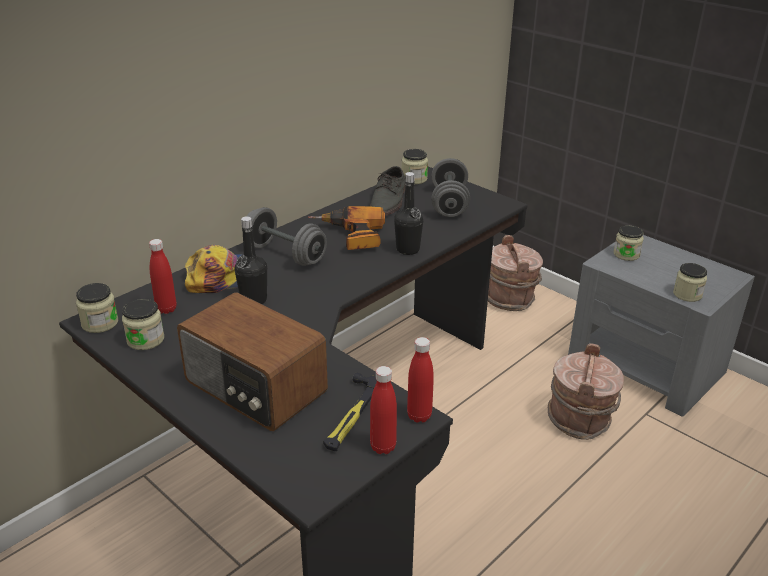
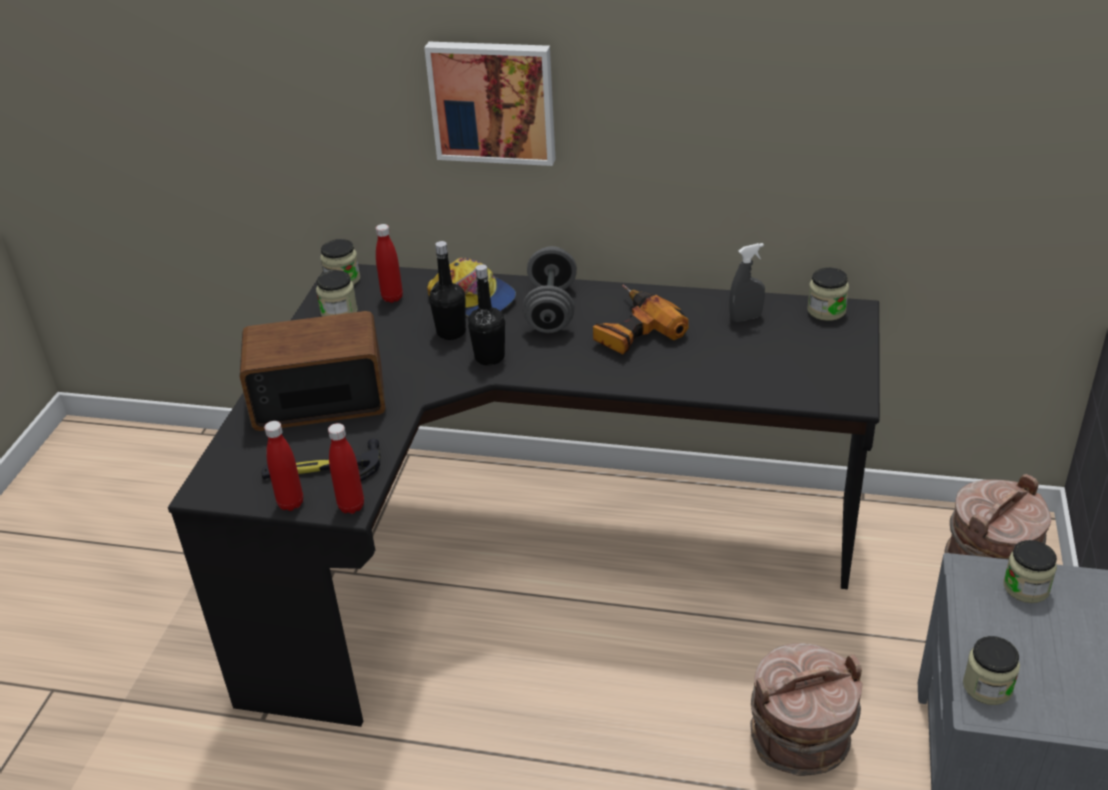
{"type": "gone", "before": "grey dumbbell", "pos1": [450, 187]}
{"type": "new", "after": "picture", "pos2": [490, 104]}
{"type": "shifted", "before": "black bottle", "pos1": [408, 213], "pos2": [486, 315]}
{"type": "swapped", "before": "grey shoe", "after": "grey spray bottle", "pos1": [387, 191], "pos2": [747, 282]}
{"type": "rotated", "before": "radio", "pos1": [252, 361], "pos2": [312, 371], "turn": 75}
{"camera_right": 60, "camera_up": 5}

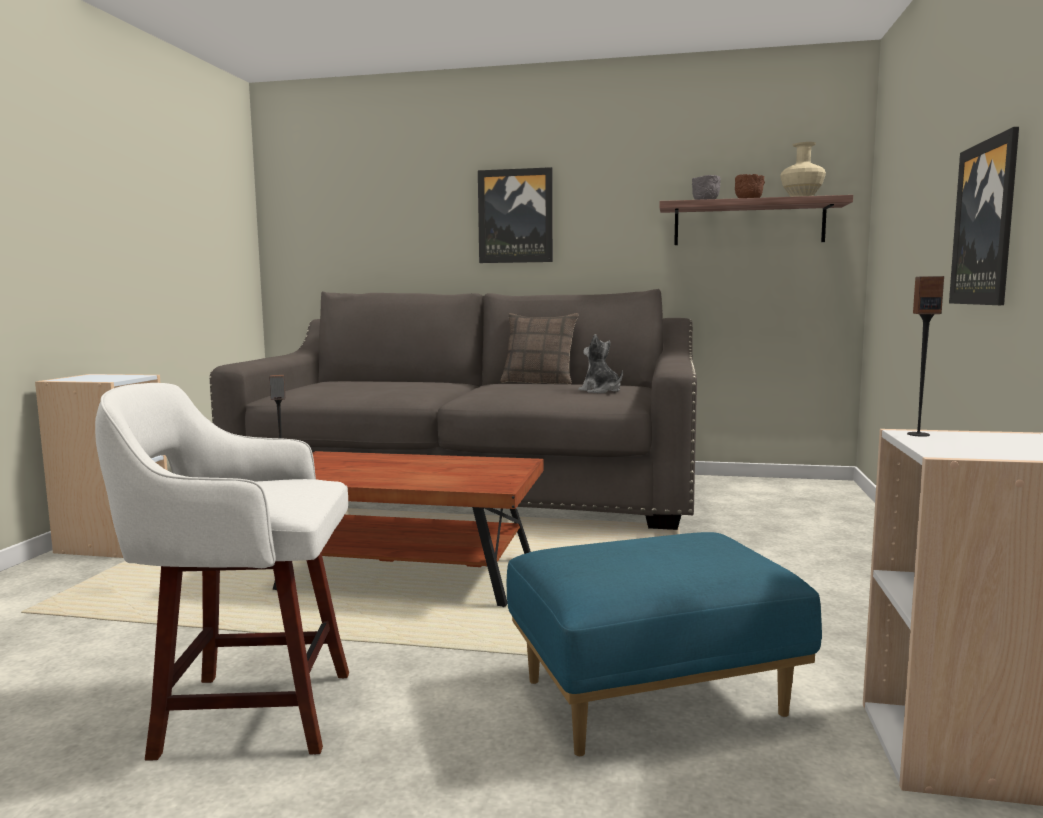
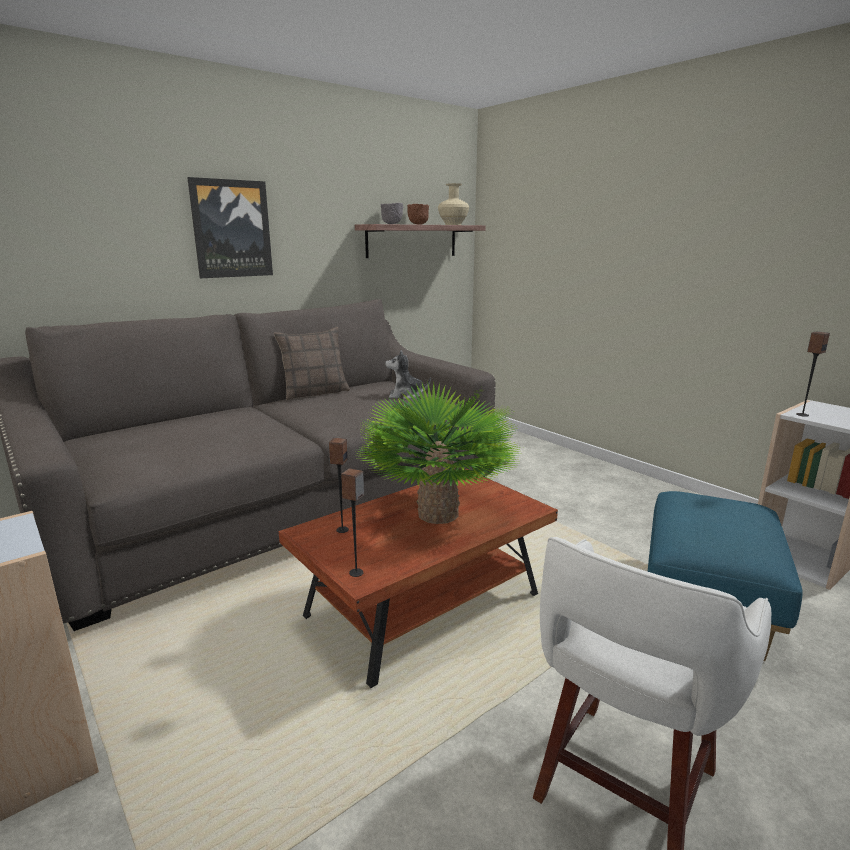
{"type": "gone", "before": "picture", "pos1": [984, 216]}
{"type": "new", "after": "speaker", "pos2": [339, 485]}
{"type": "new", "after": "potted plant", "pos2": [438, 453]}
{"camera_right": -50, "camera_up": 10}

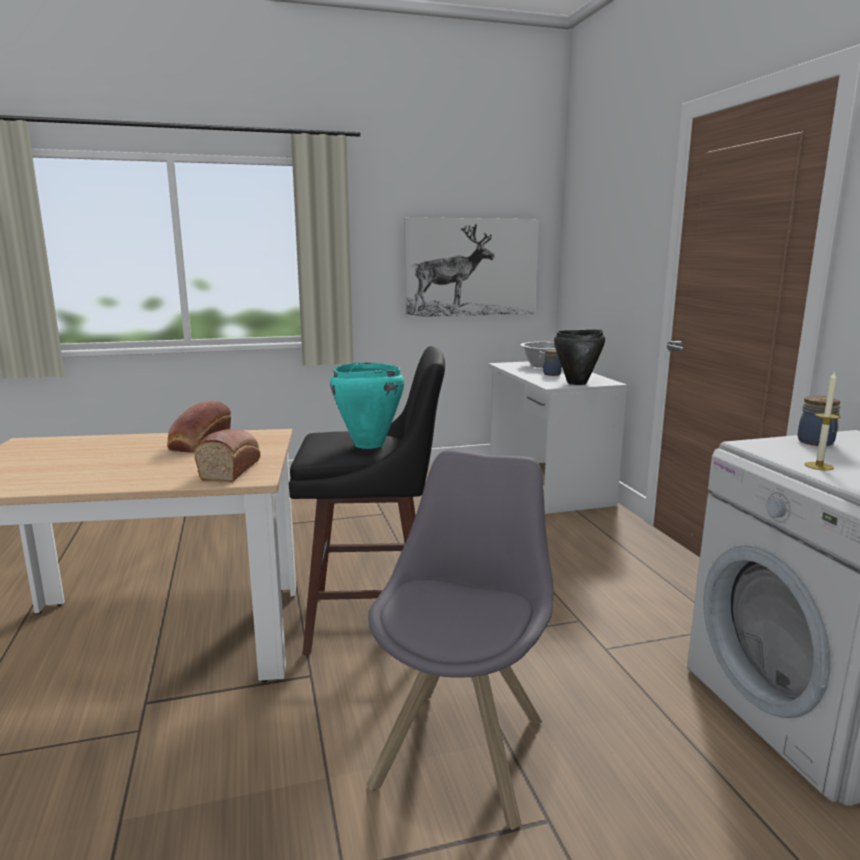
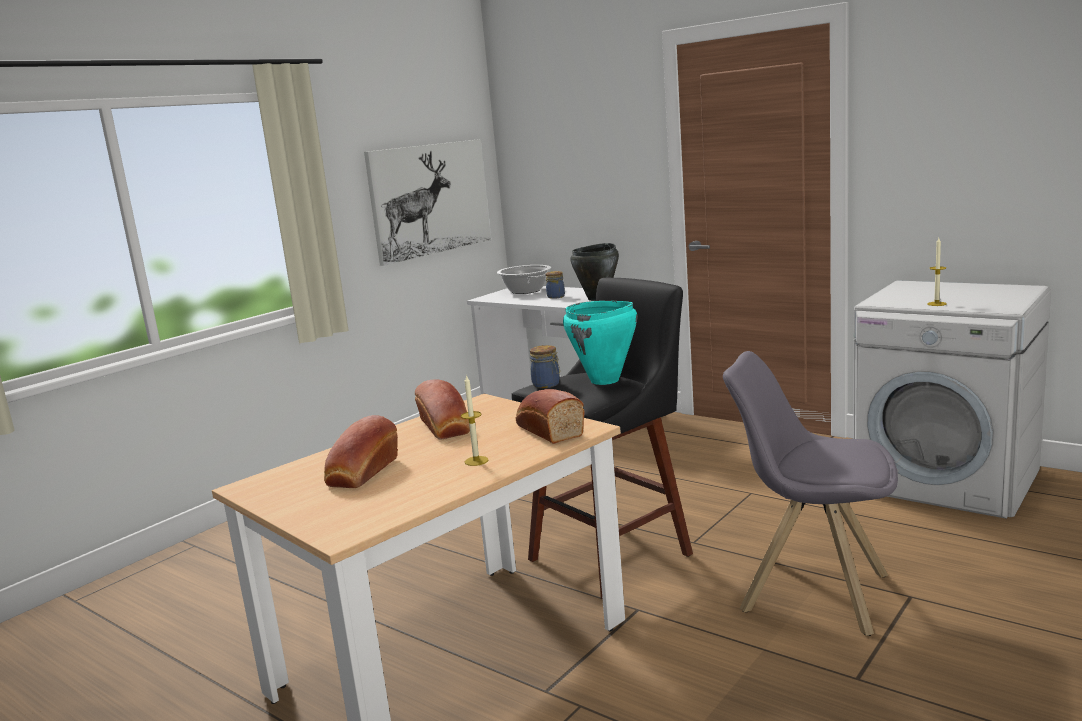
{"type": "new", "after": "bread", "pos2": [361, 451]}
{"type": "new", "after": "candle", "pos2": [475, 420]}
{"type": "shifted", "before": "jar", "pos1": [819, 421], "pos2": [545, 366]}
{"type": "rotated", "before": "grey chair", "pos1": [460, 640], "pos2": [810, 493], "turn": -45}
{"camera_right": -35, "camera_up": 0}

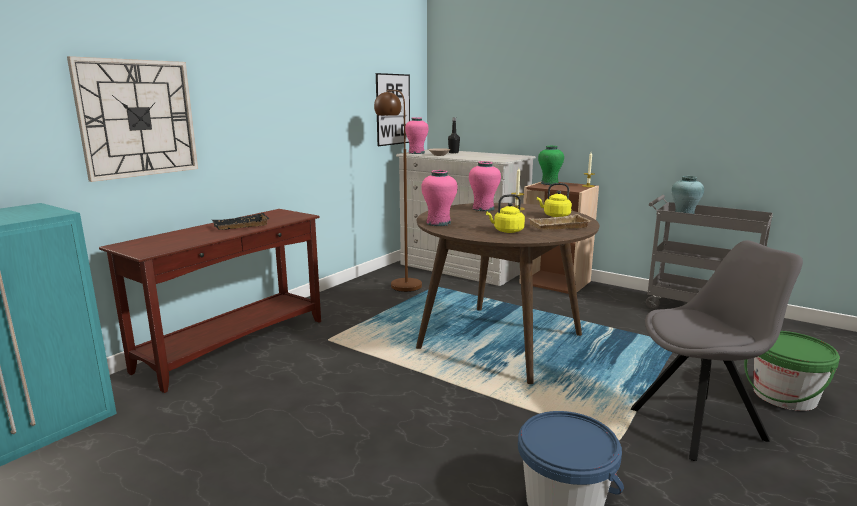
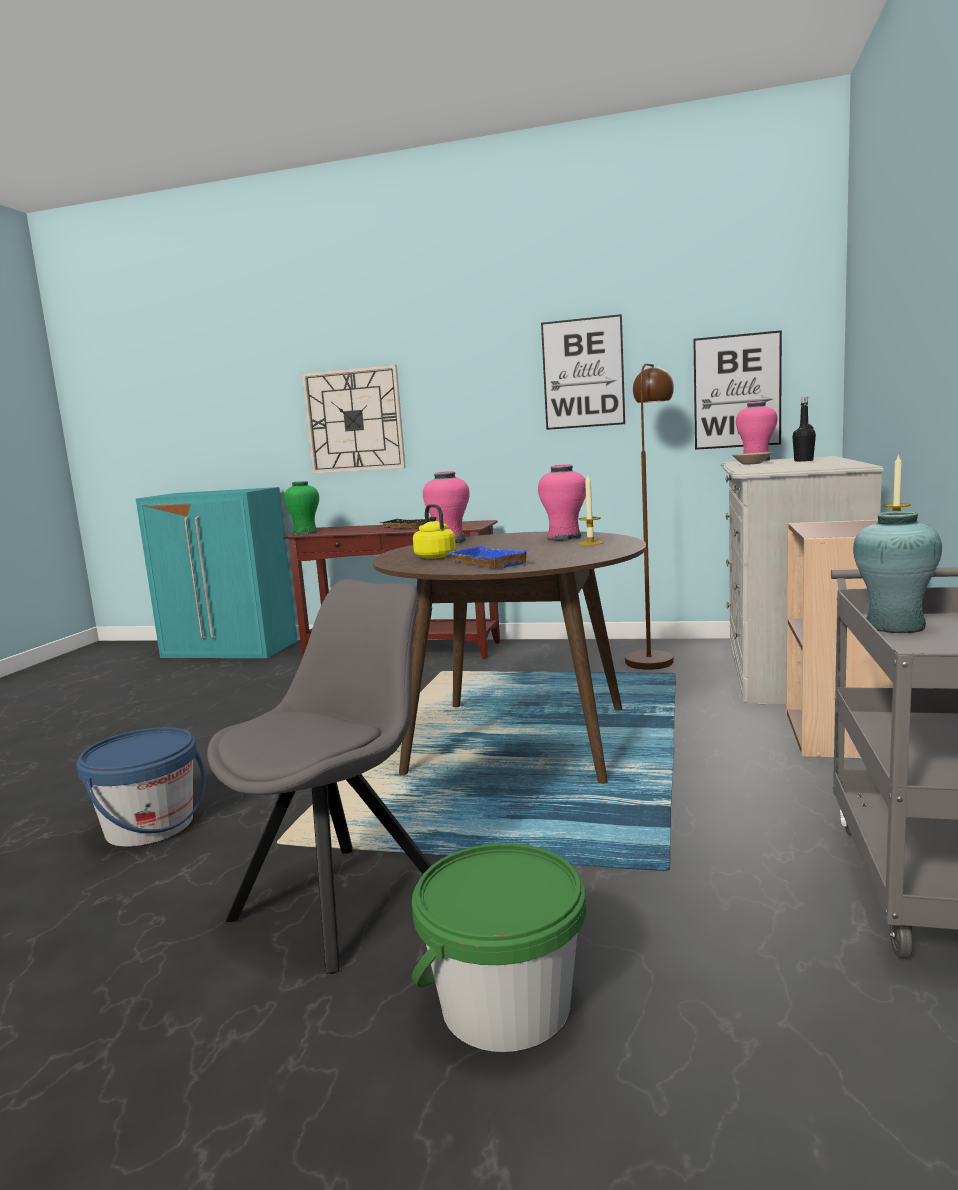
{"type": "gone", "before": "yellow kettle", "pos1": [554, 200]}
{"type": "new", "after": "picture", "pos2": [583, 372]}
{"type": "shifted", "before": "green vase", "pos1": [551, 165], "pos2": [301, 508]}
{"type": "repainted", "before": "beige tray", "after": "blue tray", "pos1": [559, 222], "pos2": [487, 557]}
{"type": "rotated", "before": "grey chair", "pos1": [717, 350], "pos2": [319, 776], "turn": -105}
{"camera_right": 70, "camera_up": -5}

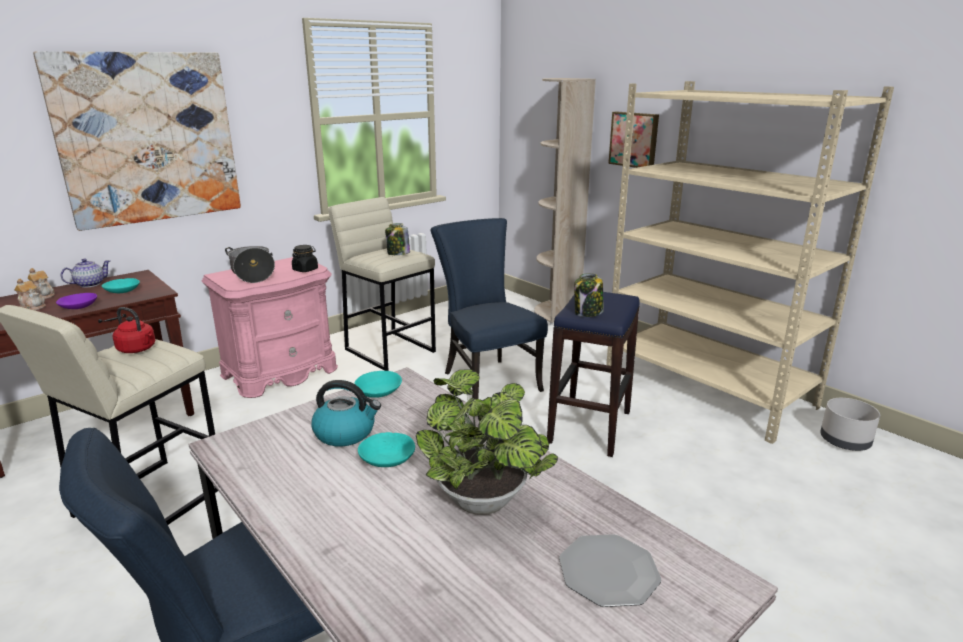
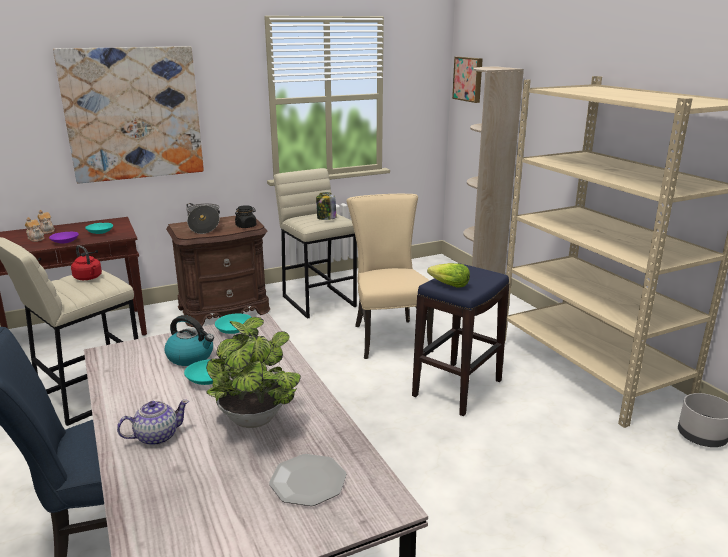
{"type": "shifted", "before": "teapot", "pos1": [85, 273], "pos2": [153, 422]}
{"type": "shifted", "before": "picture", "pos1": [633, 139], "pos2": [467, 80]}
{"type": "swapped", "before": "jar", "after": "lettuce", "pos1": [588, 295], "pos2": [448, 275]}
{"type": "repainted", "before": "pink nightstand", "after": "brown nightstand", "pos1": [269, 327], "pos2": [218, 271]}
{"type": "repainted", "before": "blue chair", "after": "beige chair", "pos1": [489, 308], "pos2": [390, 276]}
{"camera_right": 15, "camera_up": 0}

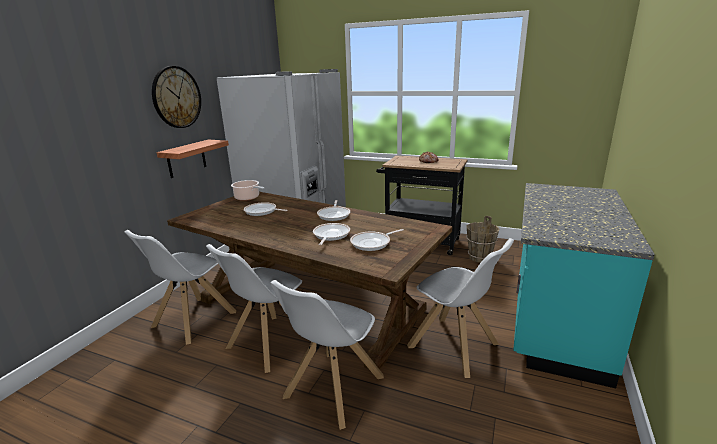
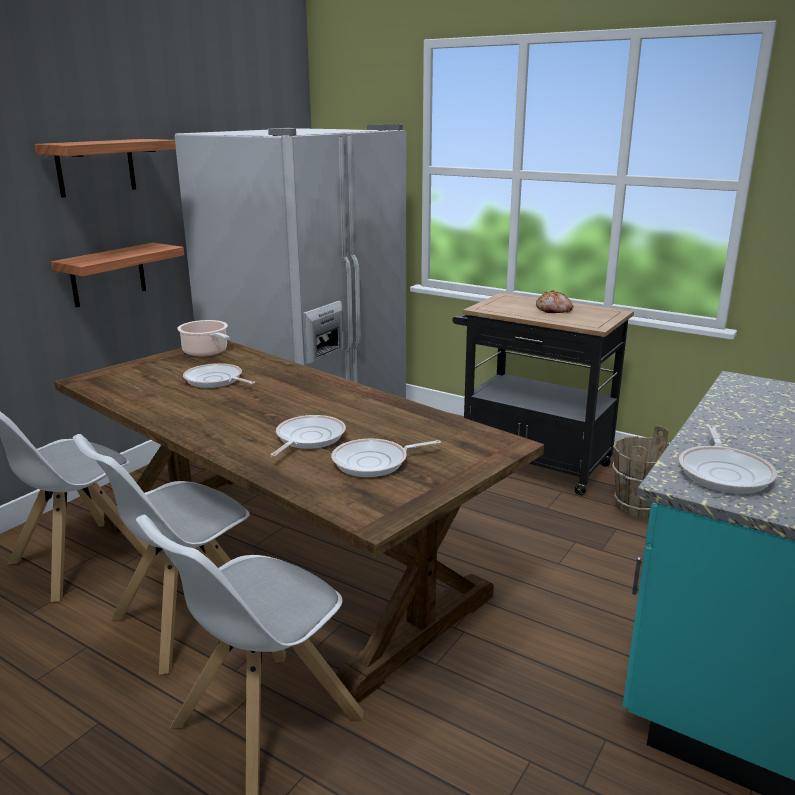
{"type": "gone", "before": "chair", "pos1": [460, 308]}
{"type": "shifted", "before": "frying pan", "pos1": [333, 210], "pos2": [728, 460]}
{"type": "swapped", "before": "wall clock", "after": "shelf", "pos1": [176, 97], "pos2": [105, 168]}
{"camera_right": 10, "camera_up": 0}

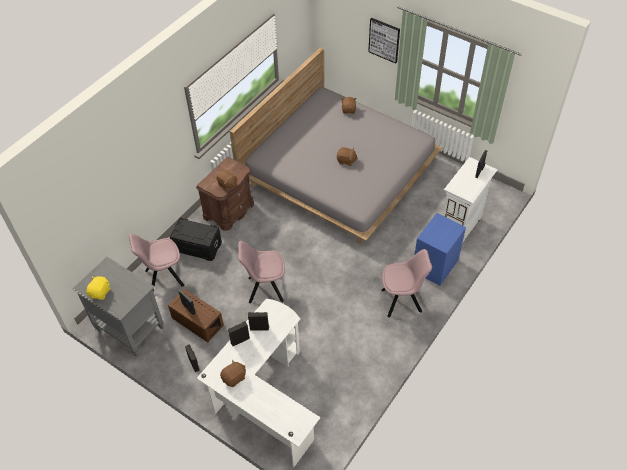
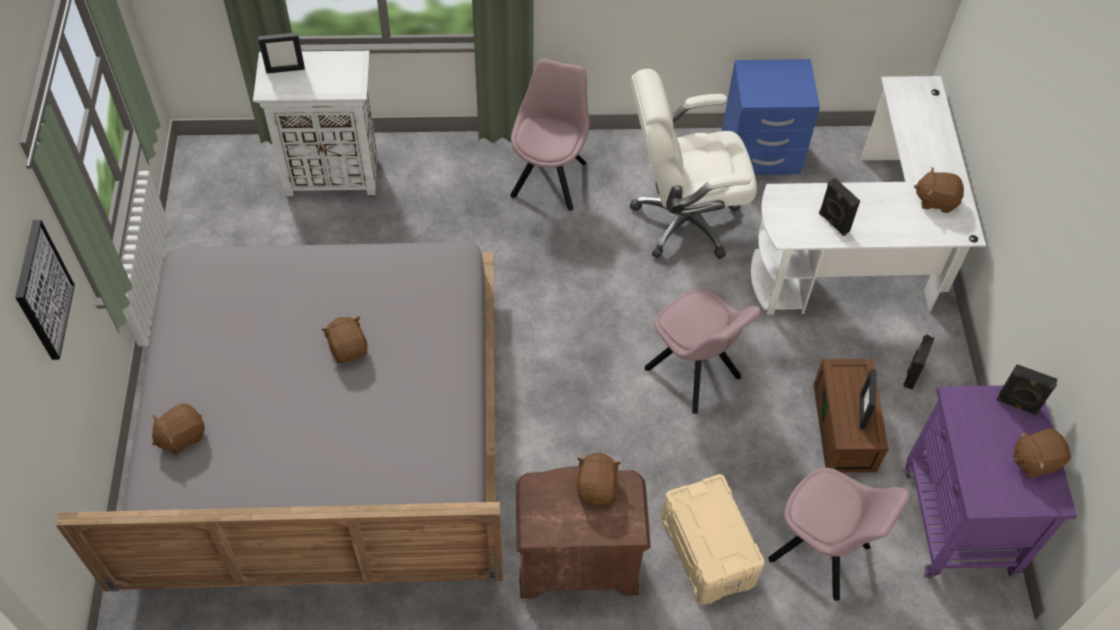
{"type": "new", "after": "white office chair", "pos2": [693, 164]}
{"type": "shifted", "before": "black speaker", "pos1": [239, 333], "pos2": [1027, 389]}
{"type": "shifted", "before": "blue nightstand", "pos1": [440, 249], "pos2": [771, 117]}
{"type": "repainted", "before": "grey cart", "after": "purple cart", "pos1": [118, 307], "pos2": [989, 482]}
{"type": "repainted", "before": "yellow plush toy", "after": "brown plush toy", "pos1": [98, 288], "pos2": [1042, 453]}
{"type": "repainted", "before": "black storage box", "after": "beige storage box", "pos1": [196, 239], "pos2": [713, 539]}
{"type": "rotated", "before": "pink chair", "pos1": [406, 283], "pos2": [549, 135], "turn": 60}
{"camera_right": -130, "camera_up": 5}

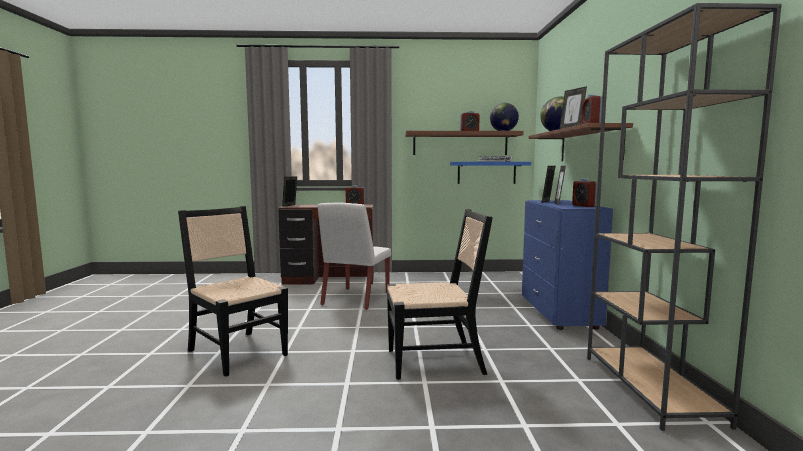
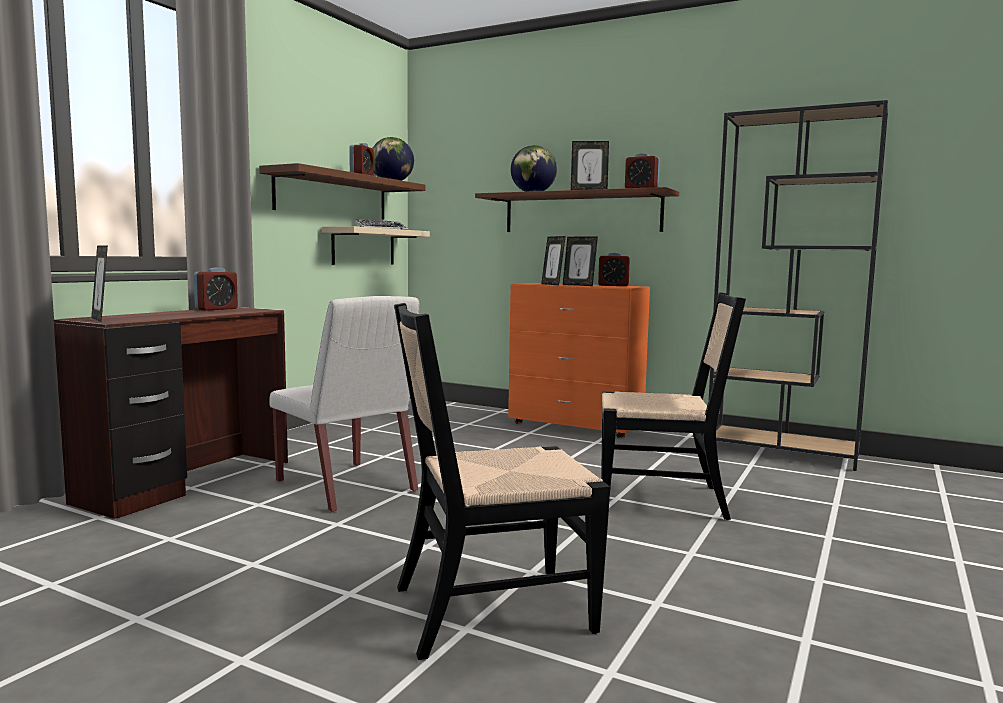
{"type": "repainted", "before": "blue shelf", "after": "beige shelf", "pos1": [490, 173], "pos2": [376, 245]}
{"type": "repainted", "before": "blue dresser", "after": "orange dresser", "pos1": [568, 265], "pos2": [579, 360]}
{"type": "rotated", "before": "chair", "pos1": [440, 294], "pos2": [673, 406], "turn": 75}
{"camera_right": -60, "camera_up": 0}

